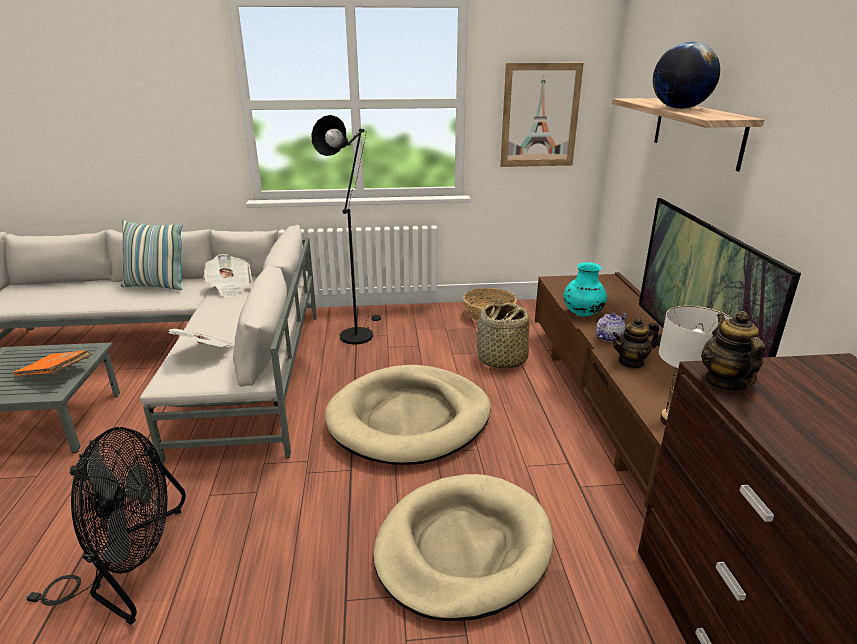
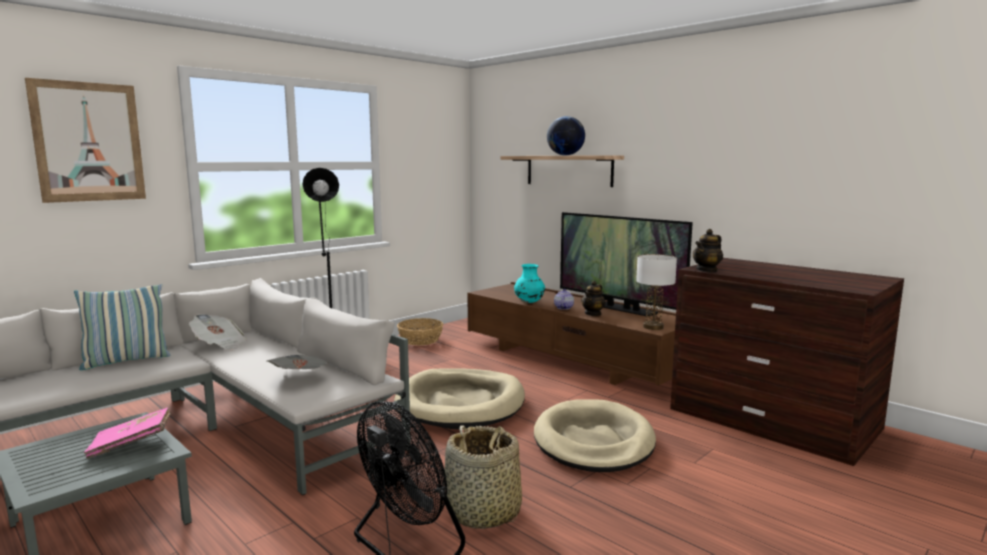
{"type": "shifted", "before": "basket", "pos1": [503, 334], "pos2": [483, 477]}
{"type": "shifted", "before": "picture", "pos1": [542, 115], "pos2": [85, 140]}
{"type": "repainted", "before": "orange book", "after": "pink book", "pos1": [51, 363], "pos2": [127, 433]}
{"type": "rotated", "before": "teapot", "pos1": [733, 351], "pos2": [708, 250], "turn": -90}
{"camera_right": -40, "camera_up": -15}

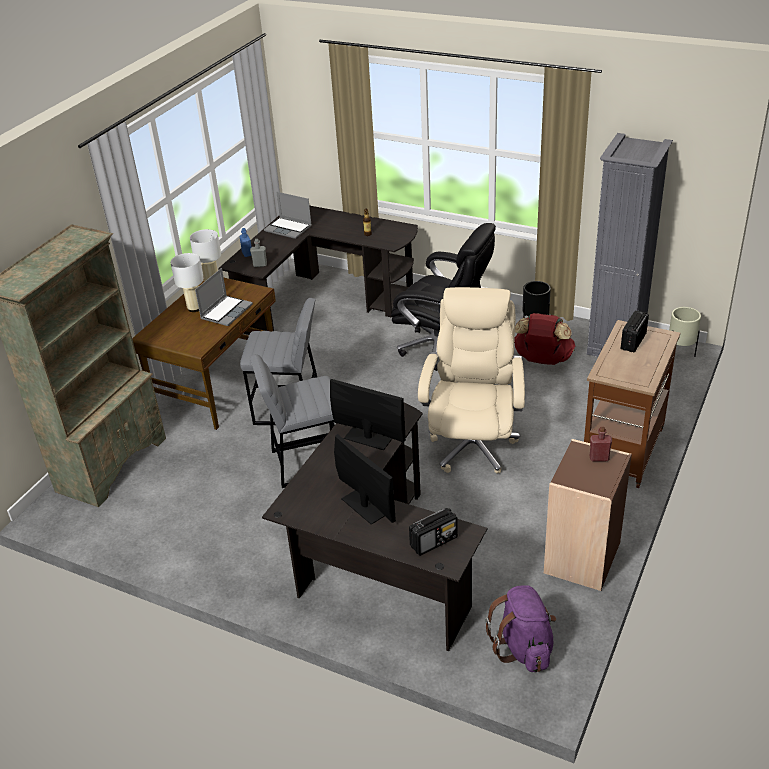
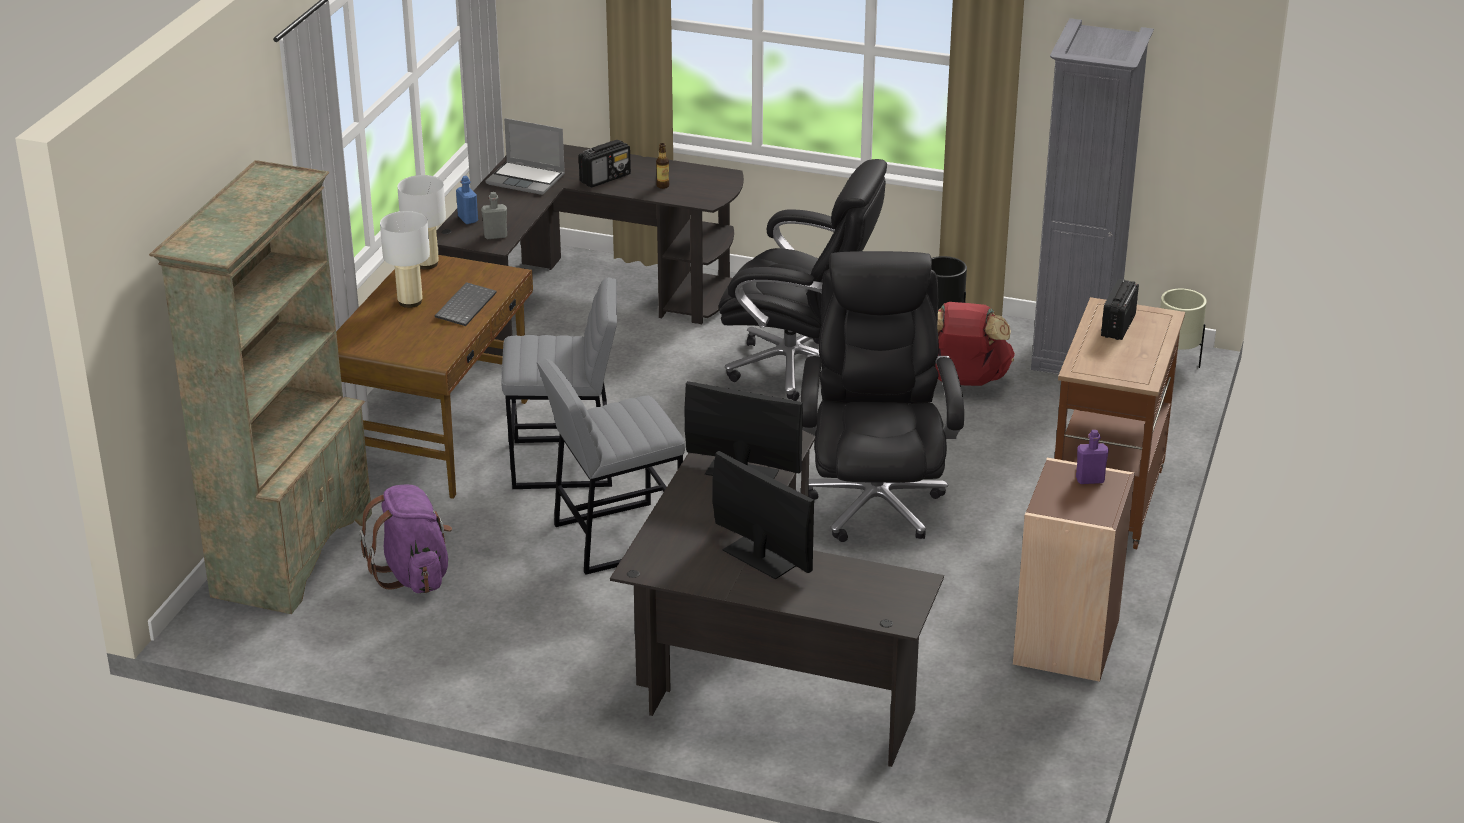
{"type": "shifted", "before": "radio", "pos1": [433, 532], "pos2": [605, 164]}
{"type": "shifted", "before": "purple backpack", "pos1": [520, 628], "pos2": [405, 539]}
{"type": "swapped", "before": "laptop", "after": "keyboard", "pos1": [224, 297], "pos2": [466, 304]}
{"type": "repainted", "before": "beige office chair", "after": "black office chair", "pos1": [471, 380], "pos2": [882, 396]}
{"type": "repainted", "before": "red bottle", "after": "purple bottle", "pos1": [601, 443], "pos2": [1092, 457]}
{"camera_right": -10, "camera_up": -5}

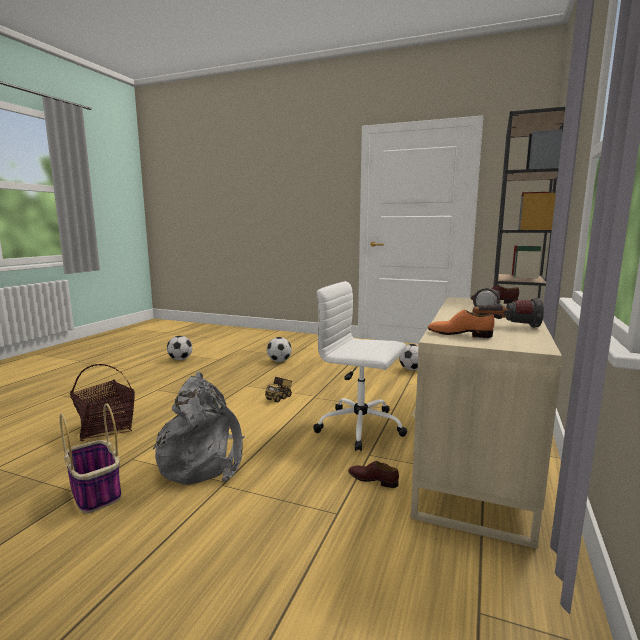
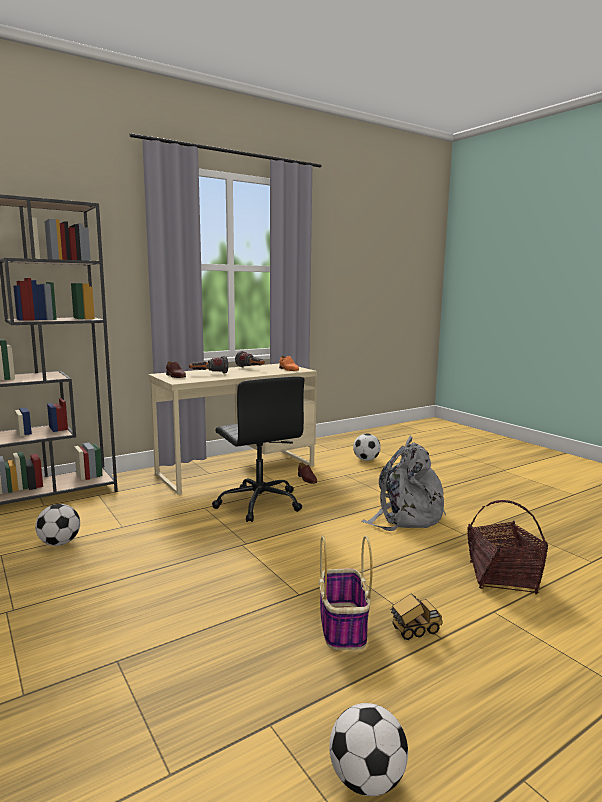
{"type": "shifted", "before": "basket", "pos1": [90, 458], "pos2": [346, 593]}
{"type": "shifted", "before": "toy truck", "pos1": [278, 389], "pos2": [416, 616]}
{"type": "shifted", "before": "football", "pos1": [279, 349], "pos2": [367, 447]}
{"type": "repainted", "before": "white office chair", "after": "black office chair", "pos1": [360, 366], "pos2": [258, 449]}
{"camera_right": -145, "camera_up": 0}

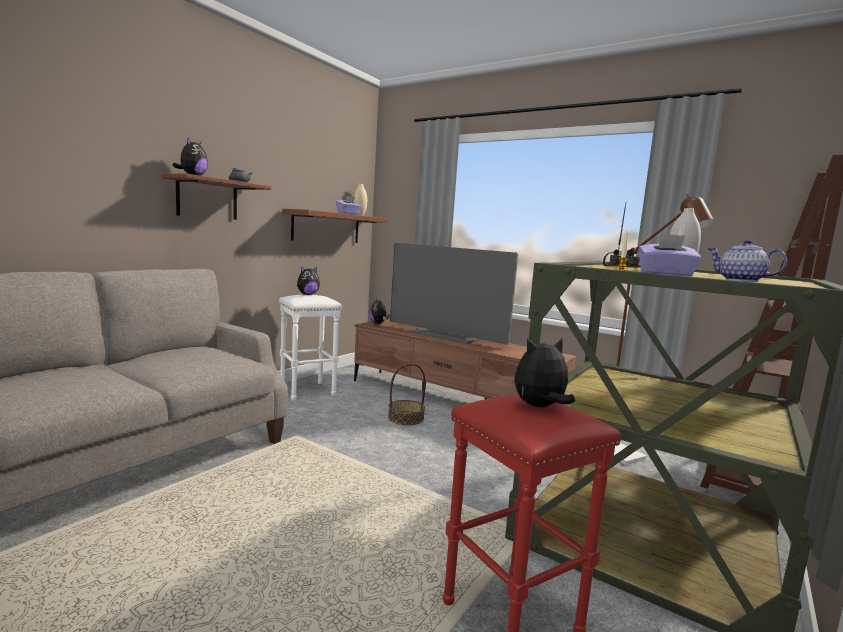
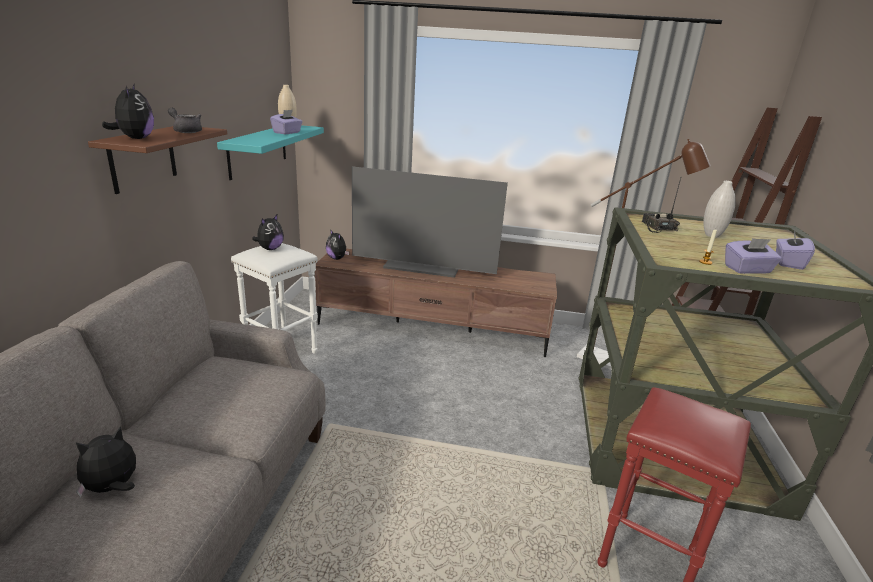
{"type": "gone", "before": "basket", "pos1": [407, 394]}
{"type": "shifted", "before": "plush toy", "pos1": [544, 372], "pos2": [106, 461]}
{"type": "swapped", "before": "teapot", "after": "purple tissue box", "pos1": [747, 261], "pos2": [795, 250]}
{"type": "repainted", "before": "brown shelf", "after": "turquoise shelf", "pos1": [335, 226], "pos2": [270, 152]}
{"camera_right": -25, "camera_up": 15}

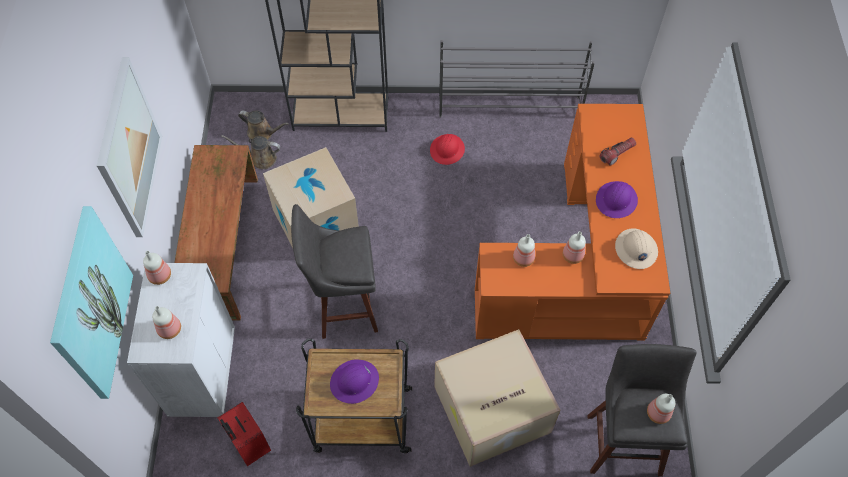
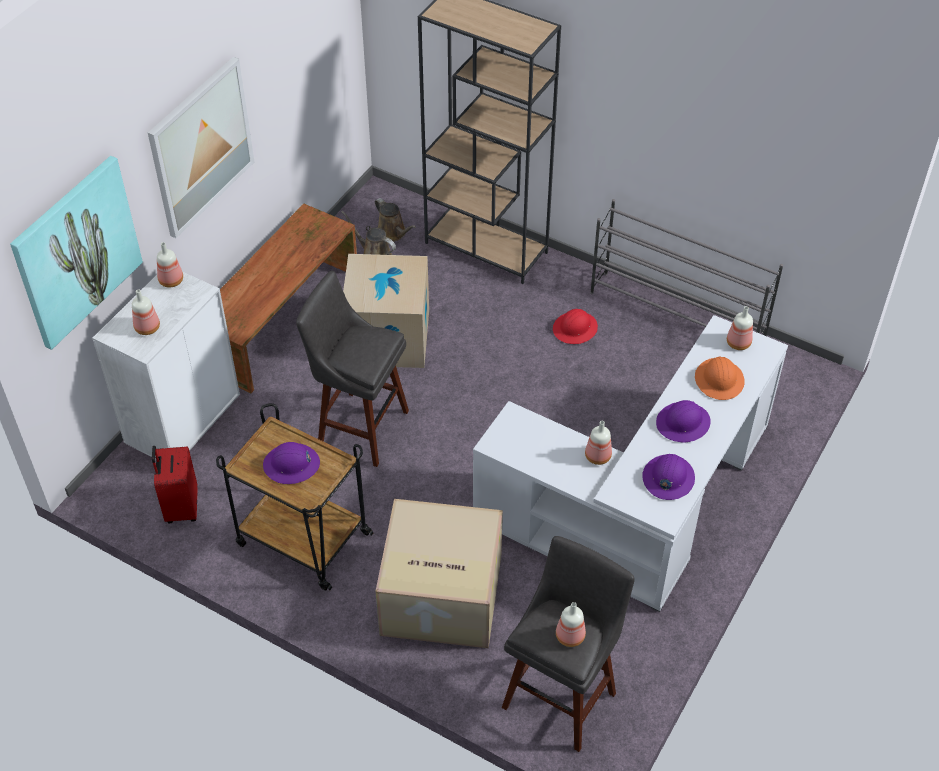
{"type": "shifted", "before": "bottle", "pos1": [524, 250], "pos2": [740, 328]}
{"type": "swapped", "before": "flashlight", "after": "orange hard hat", "pos1": [617, 151], "pos2": [720, 378]}
{"type": "repainted", "before": "orange desk", "after": "white desk", "pos1": [572, 222], "pos2": [630, 463]}
{"type": "repainted", "before": "beige hard hat", "after": "purple hard hat", "pos1": [636, 248], "pos2": [668, 477]}
{"camera_right": 30, "camera_up": -10}

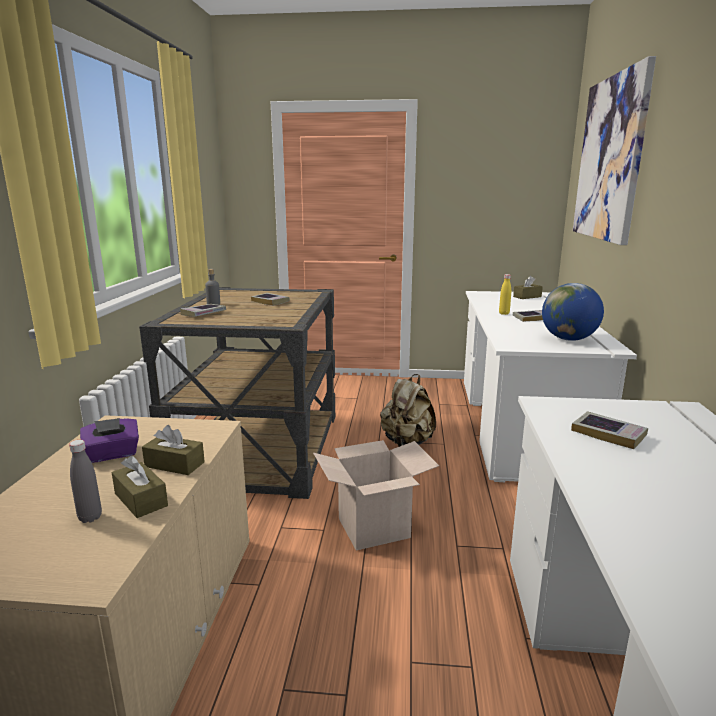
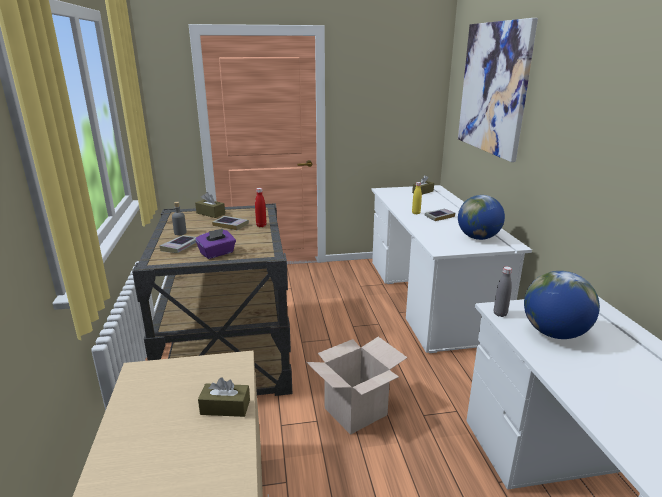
{"type": "gone", "before": "beige backpack", "pos1": [408, 410]}
{"type": "new", "after": "red bottle", "pos2": [261, 207]}
{"type": "shifted", "before": "grey bottle", "pos1": [85, 481], "pos2": [503, 291]}
{"type": "shifted", "before": "purple tissue box", "pos1": [109, 440], "pos2": [215, 243]}
{"type": "shifted", "before": "brown tissue box", "pos1": [140, 487], "pos2": [210, 205]}
{"type": "swapped", "before": "book", "after": "globe", "pos1": [609, 430], "pos2": [562, 305]}
{"camera_right": -15, "camera_up": 5}

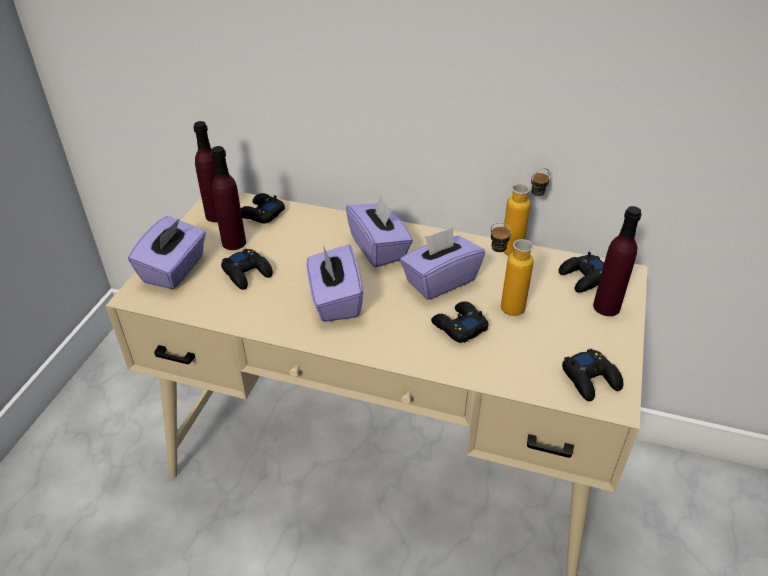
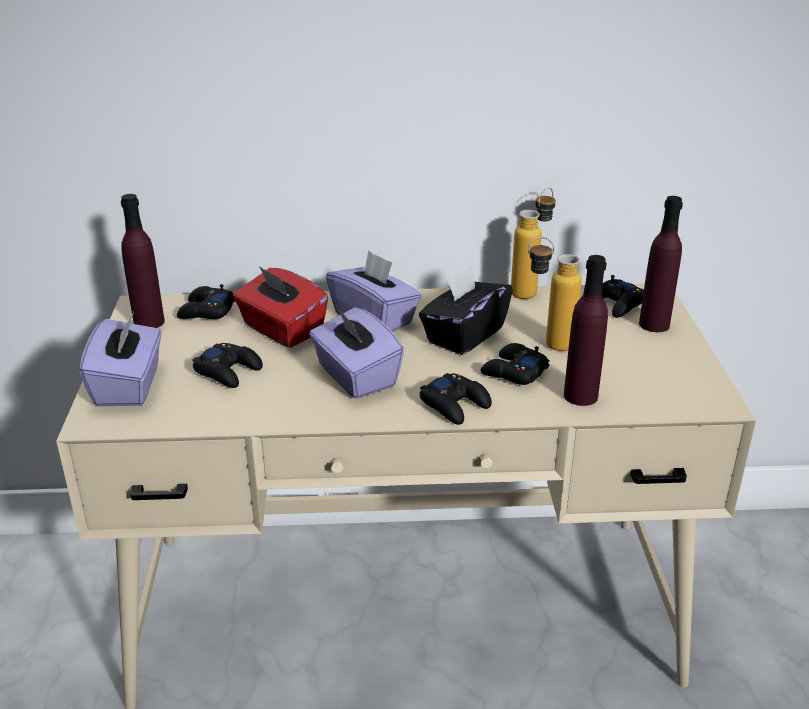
{"type": "new", "after": "red tissue box", "pos2": [280, 307]}
{"type": "shifted", "before": "purple bottle", "pos1": [228, 198], "pos2": [586, 330]}
{"type": "shifted", "before": "black game controller", "pos1": [592, 375], "pos2": [456, 399]}
{"type": "repainted", "before": "purple tissue box", "after": "black tissue box", "pos1": [442, 263], "pos2": [466, 310]}
{"camera_right": -20, "camera_up": -10}

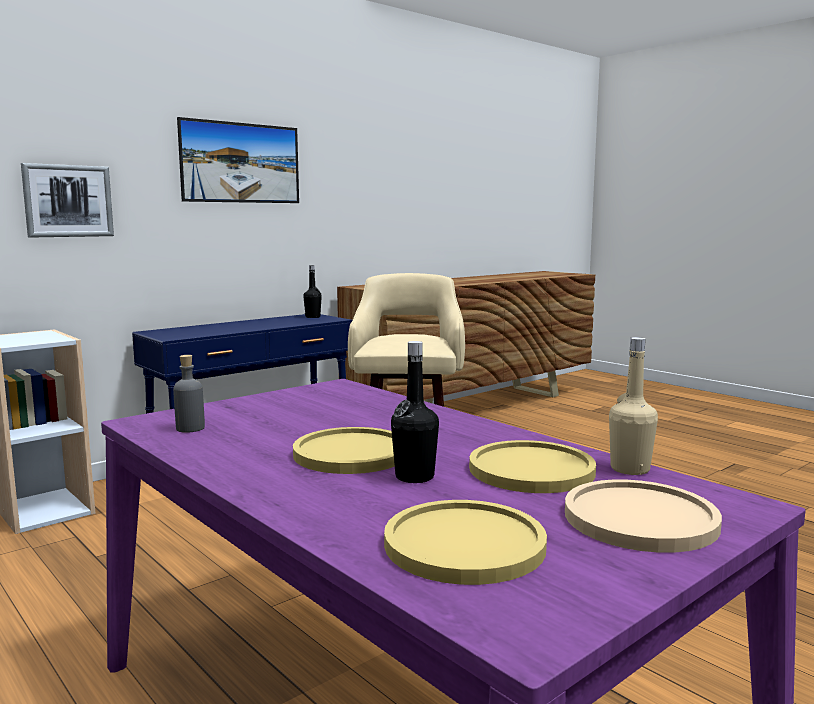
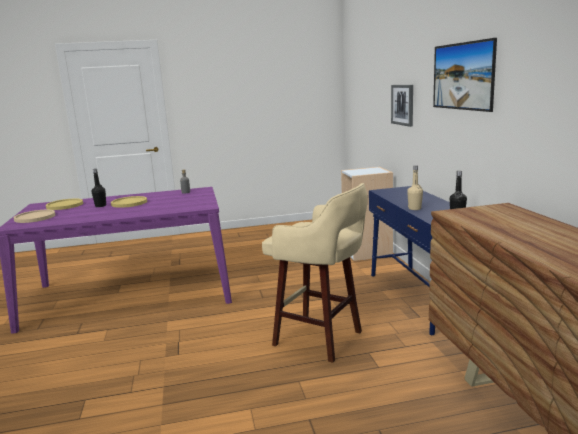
{"type": "gone", "before": "yellow plate", "pos1": [532, 466]}
{"type": "shifted", "before": "beige bottle", "pos1": [633, 406], "pos2": [415, 187]}
{"camera_right": 120, "camera_up": 5}

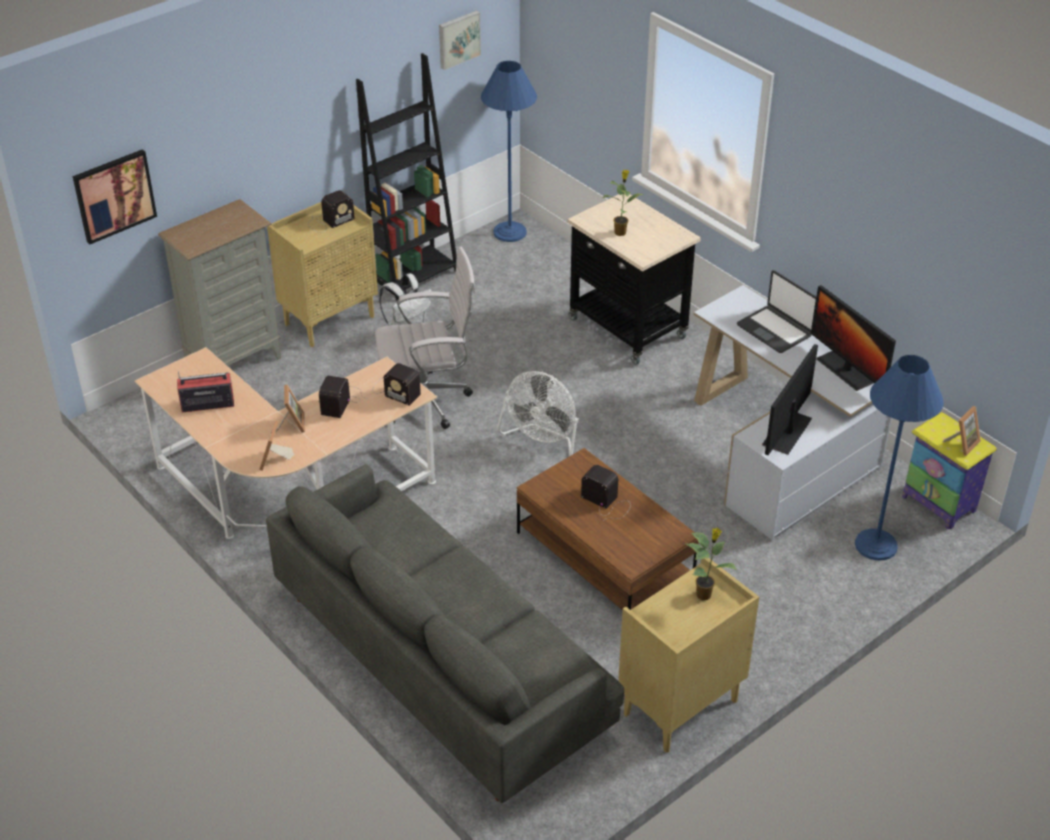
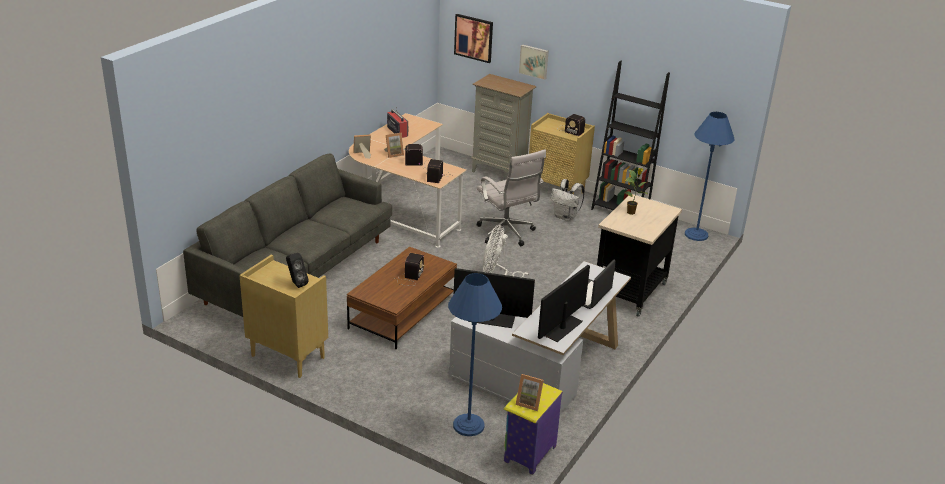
{"type": "shifted", "before": "picture", "pos1": [460, 40], "pos2": [534, 62]}
{"type": "swapped", "before": "potted plant", "after": "black speaker", "pos1": [711, 564], "pos2": [297, 270]}
{"camera_right": 70, "camera_up": -10}

